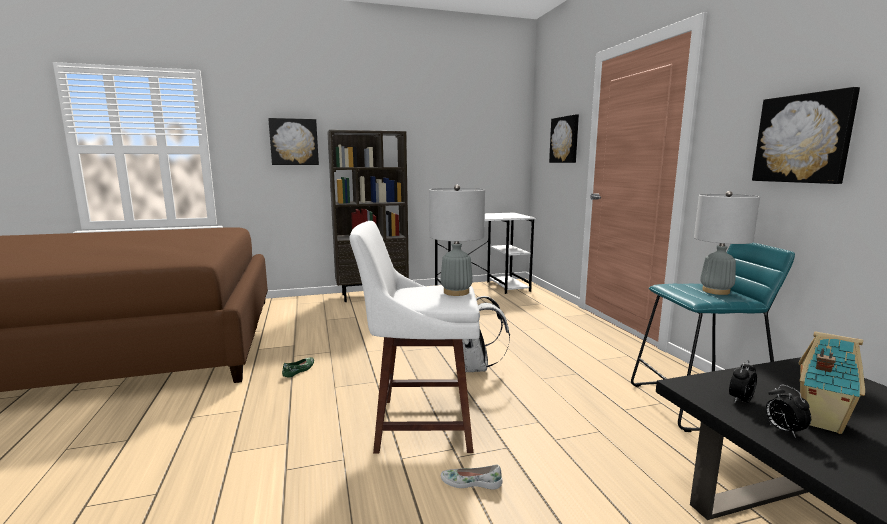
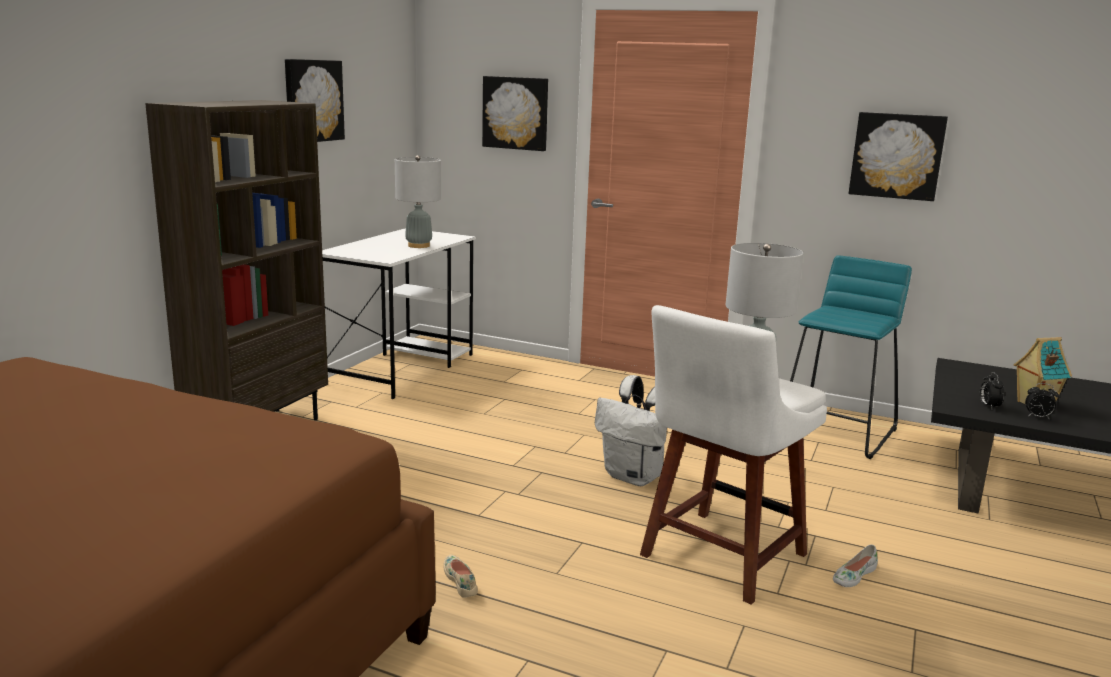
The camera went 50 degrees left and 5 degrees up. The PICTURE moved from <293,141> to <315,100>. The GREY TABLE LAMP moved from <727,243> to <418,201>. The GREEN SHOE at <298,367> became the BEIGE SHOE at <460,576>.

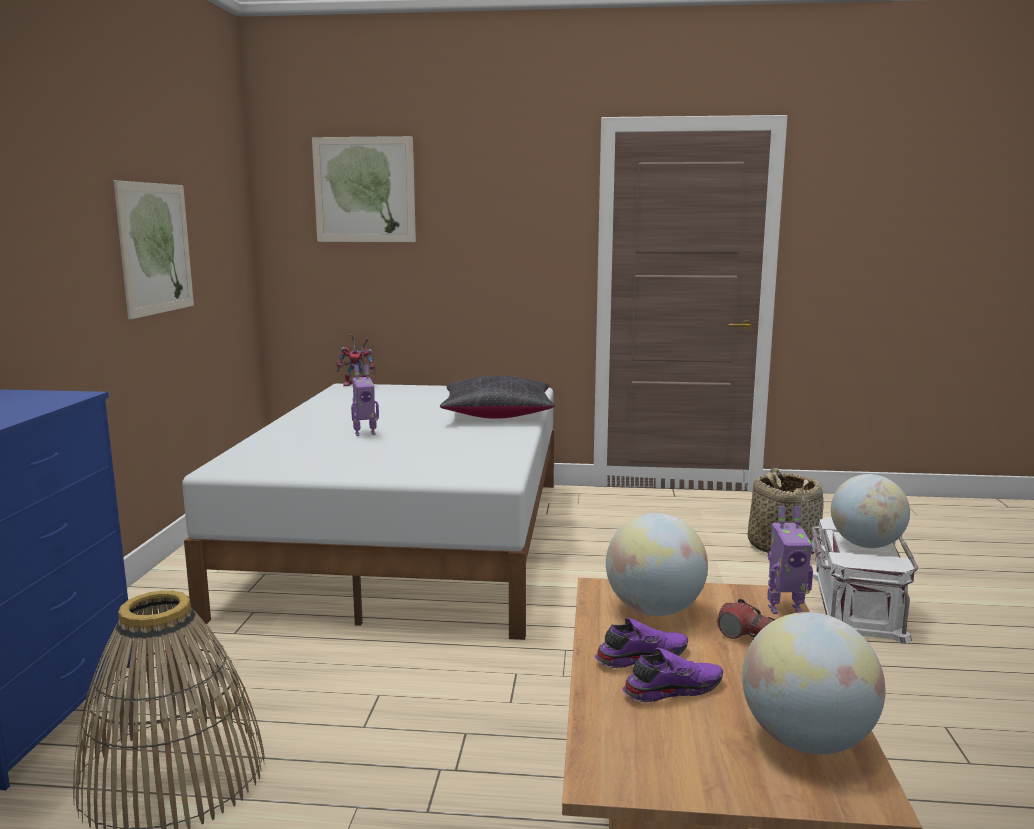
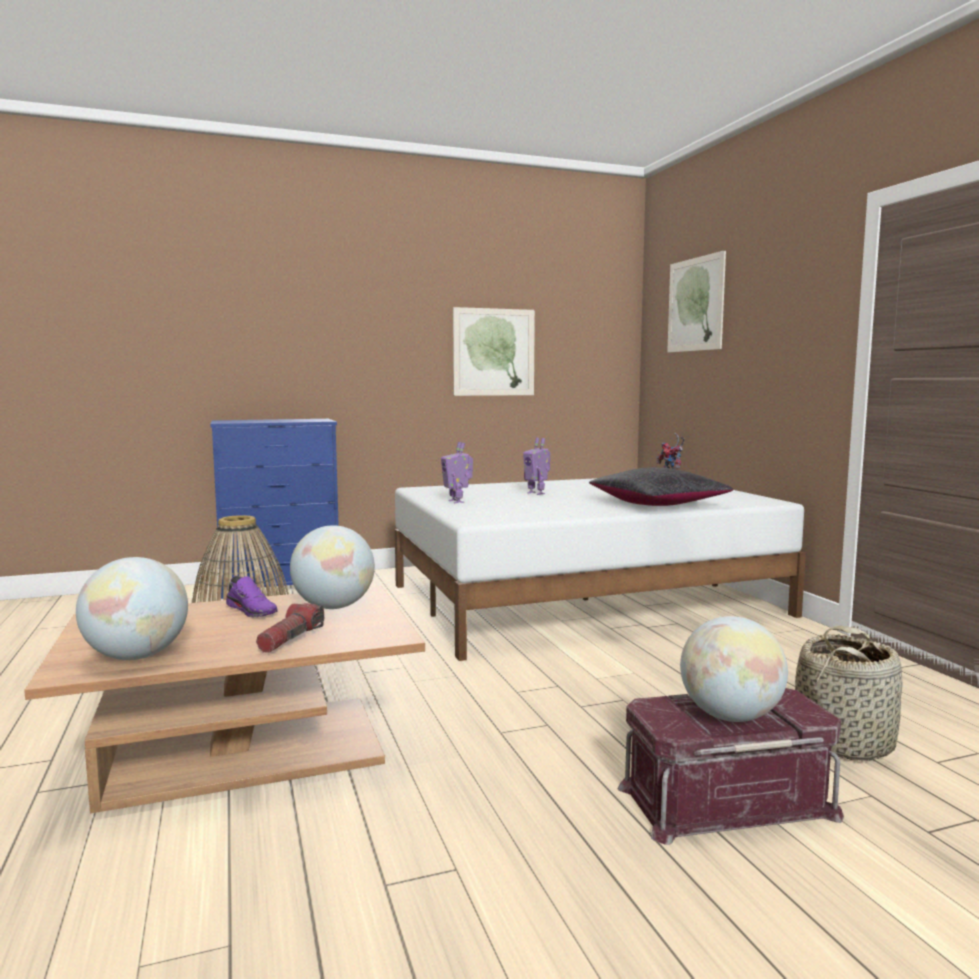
The camera went 65 degrees right and 5 degrees down. The PURPLE SHOE at <672,674> disappeared. The TOY ROBOT moved from <790,560> to <457,472>. The WHITE STORAGE BOX at <864,580> became the RED STORAGE BOX at <731,766>.

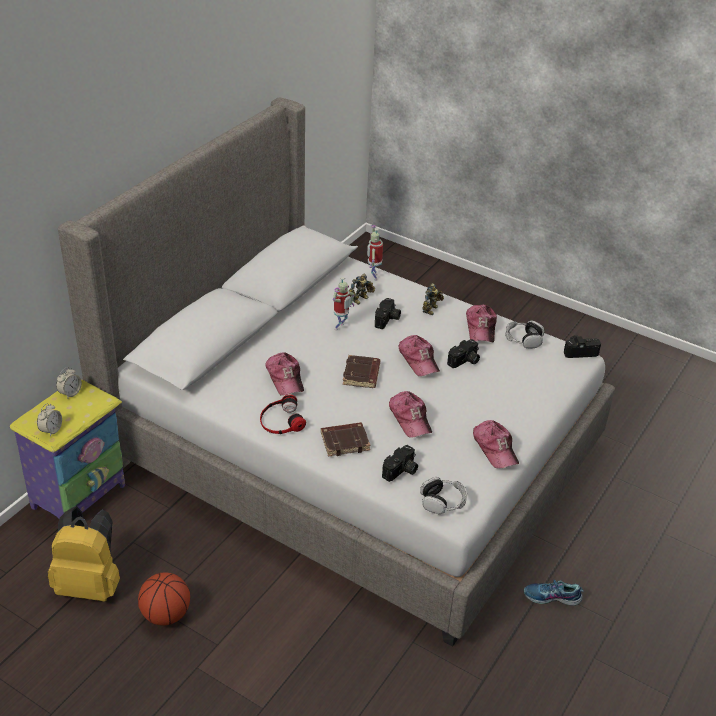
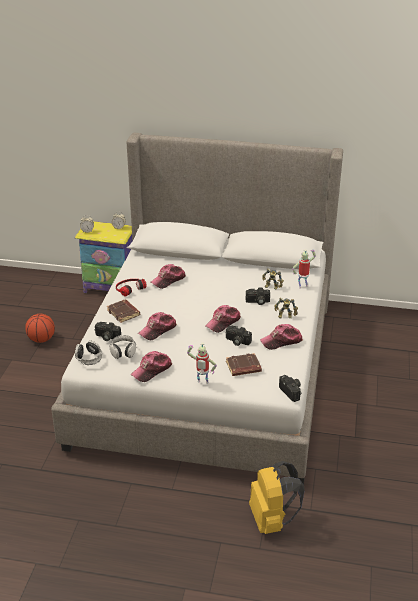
The camera went 70 degrees right and 5 degrees down. The SHOE at <554,592> disappeared. The YELLOW BACKPACK moved from <84,553> to <276,497>. The TOY ROBOT moved from <343,304> to <202,363>. The BROWN BOOK moved from <361,371> to <244,364>. The HEADPHONES moved from <525,335> to <122,347>.

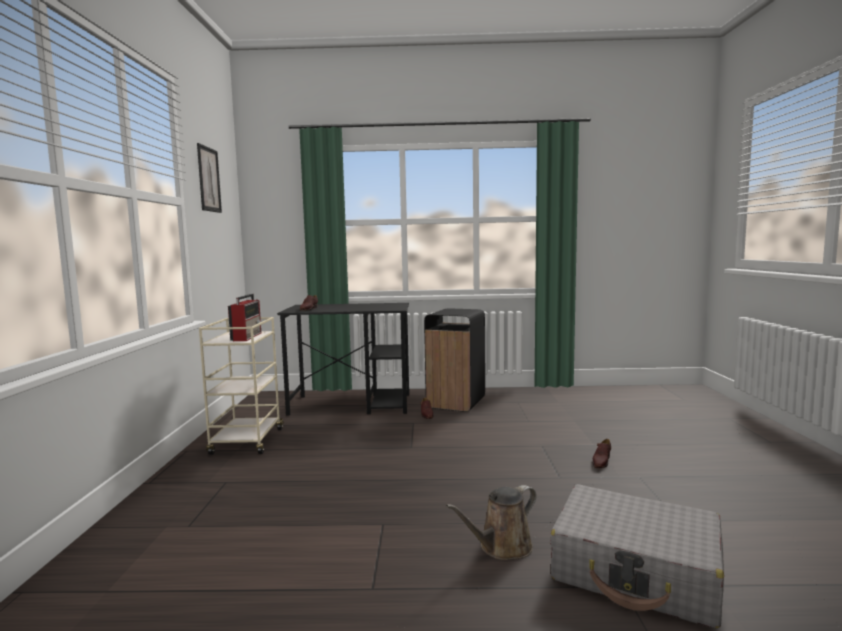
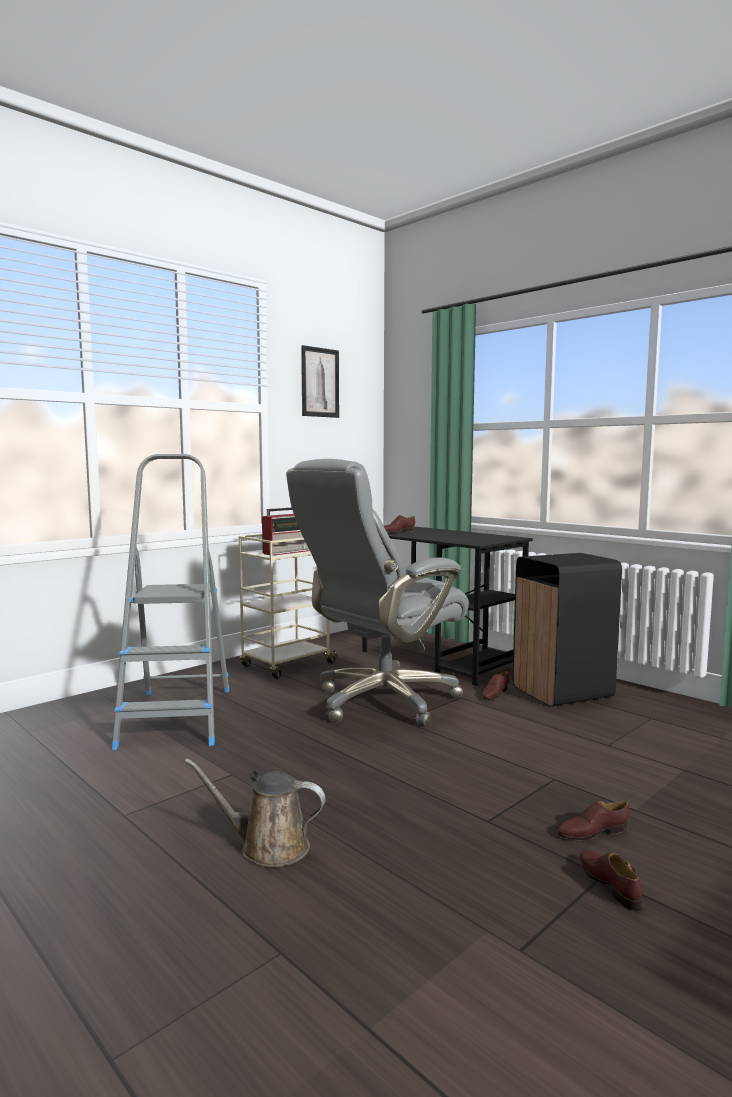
The camera went 45 degrees right and 0 degrees up. The GREY SUITCASE at <637,556> disappeared. The GREY STEP LADDER at <170,602> appeared. The GREY OFFICE CHAIR at <377,592> appeared. The BROWN SHOE at <611,880> appeared.

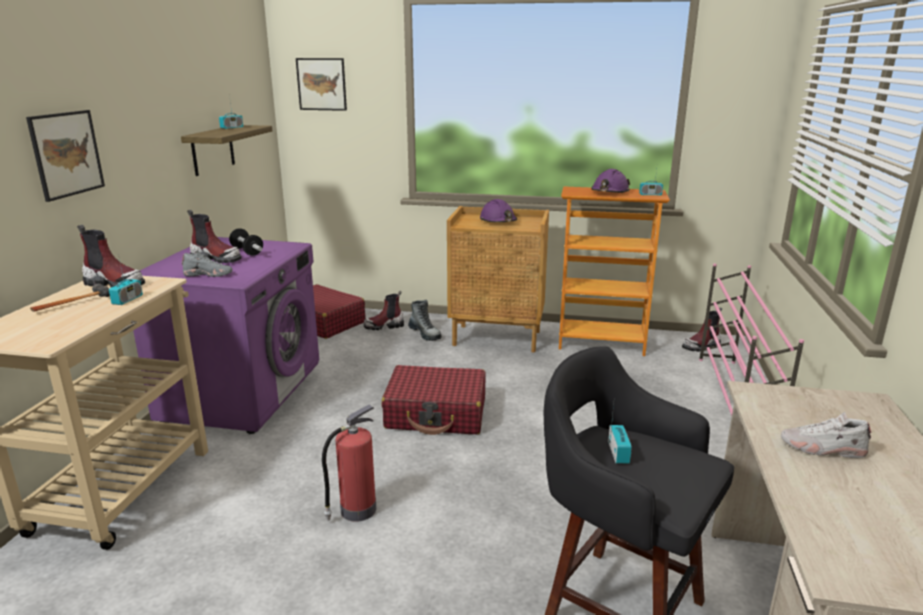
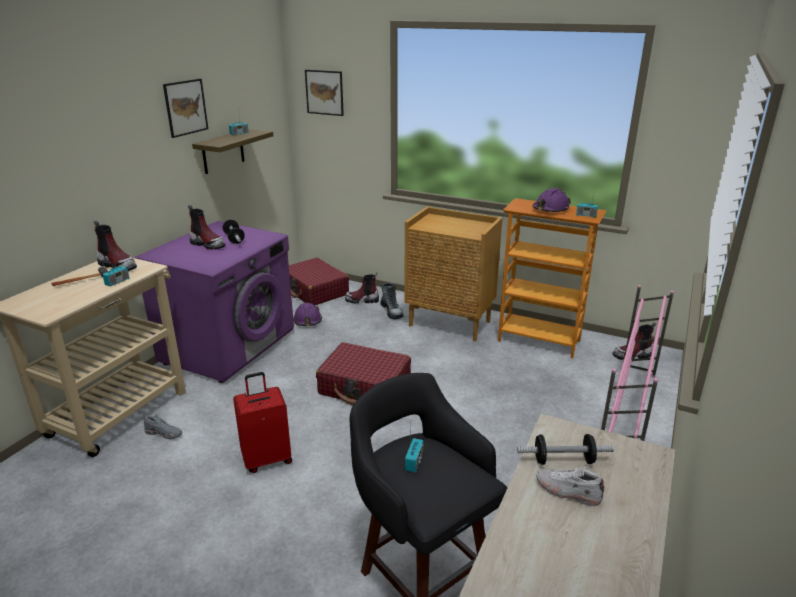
The camera went 15 degrees right and 5 degrees up. The DUMBBELL at <565,449> appeared. The PICTURE moved from <65,156> to <185,108>. The GREY SHOE moved from <207,263> to <163,426>. The PURPLE HARD HAT moved from <498,211> to <307,314>. The FIRE EXTINGUISHER at <349,463> was replaced by the RED SUITCASE at <262,422>.

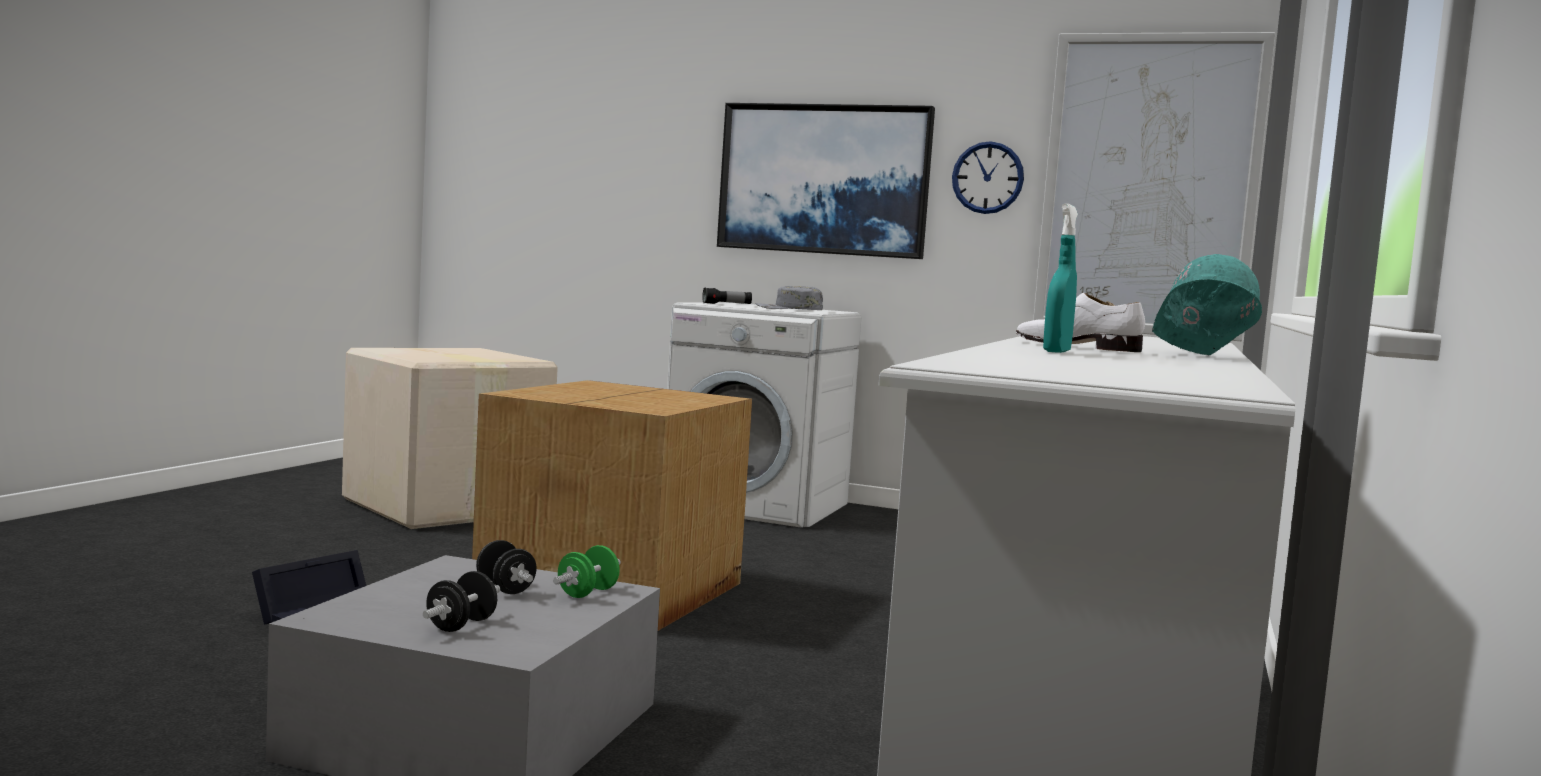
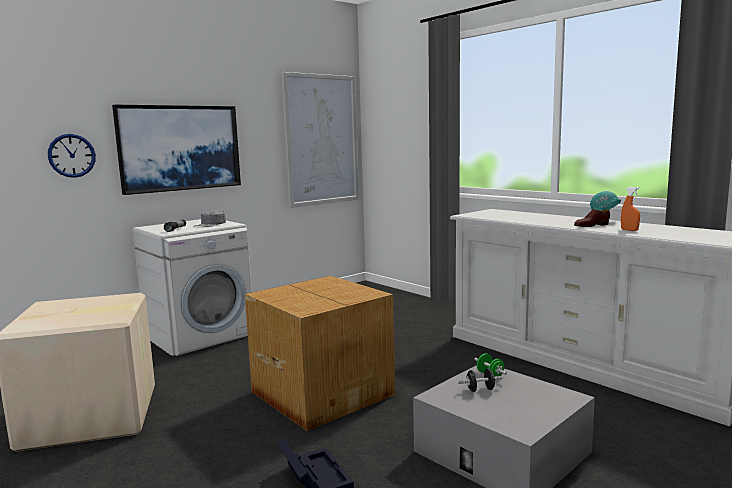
The camera went 60 degrees left and 5 degrees up. The BLACK DUMBBELL at <461,601> disappeared. The WALL CLOCK moved from <988,177> to <72,156>. The WHITE SHOE at <1080,322> became the BROWN SHOE at <592,218>. The TURQUOISE SPRAY BOTTLE at <1060,278> became the ORANGE SPRAY BOTTLE at <630,209>.

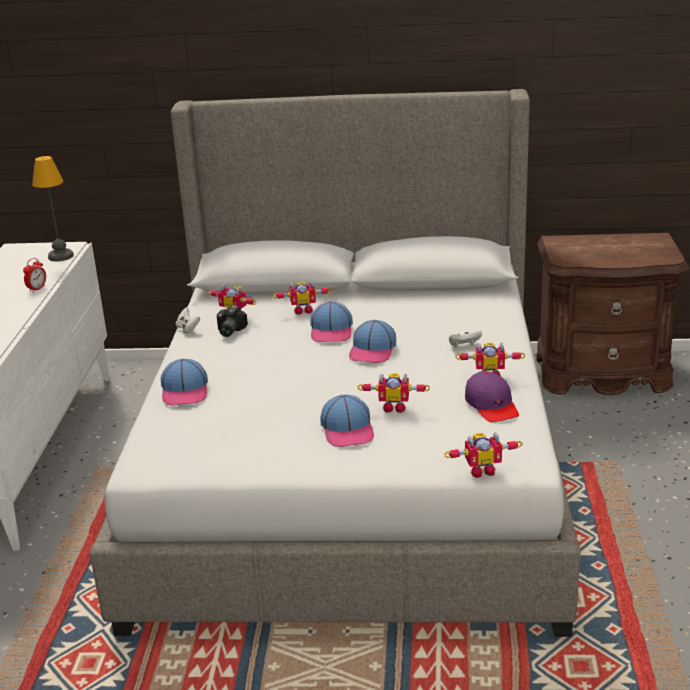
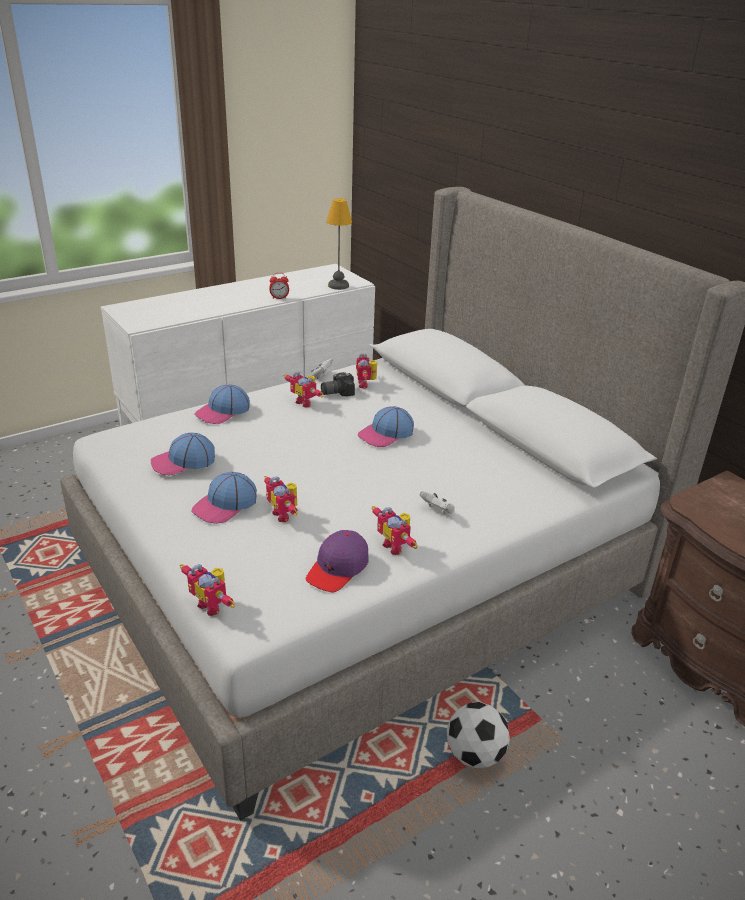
The camera went 50 degrees right and 5 degrees up. The FOOTBALL at <478,735> appeared. The TOY ROBOT moved from <302,297> to <304,389>. The CAP moved from <372,341> to <183,454>.

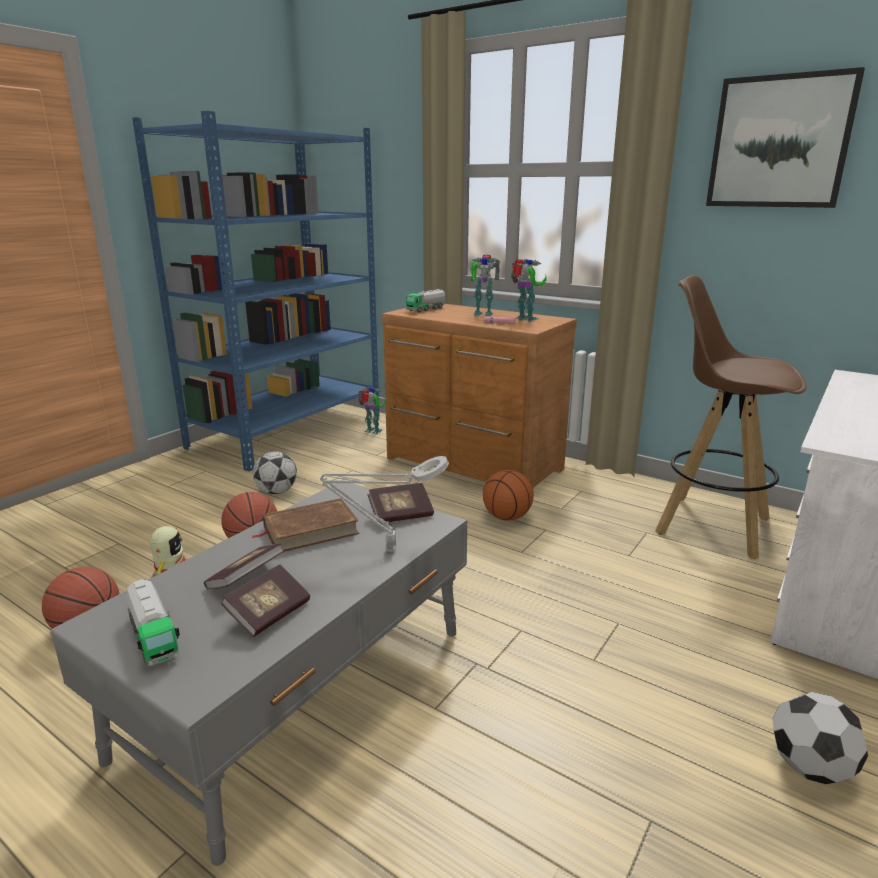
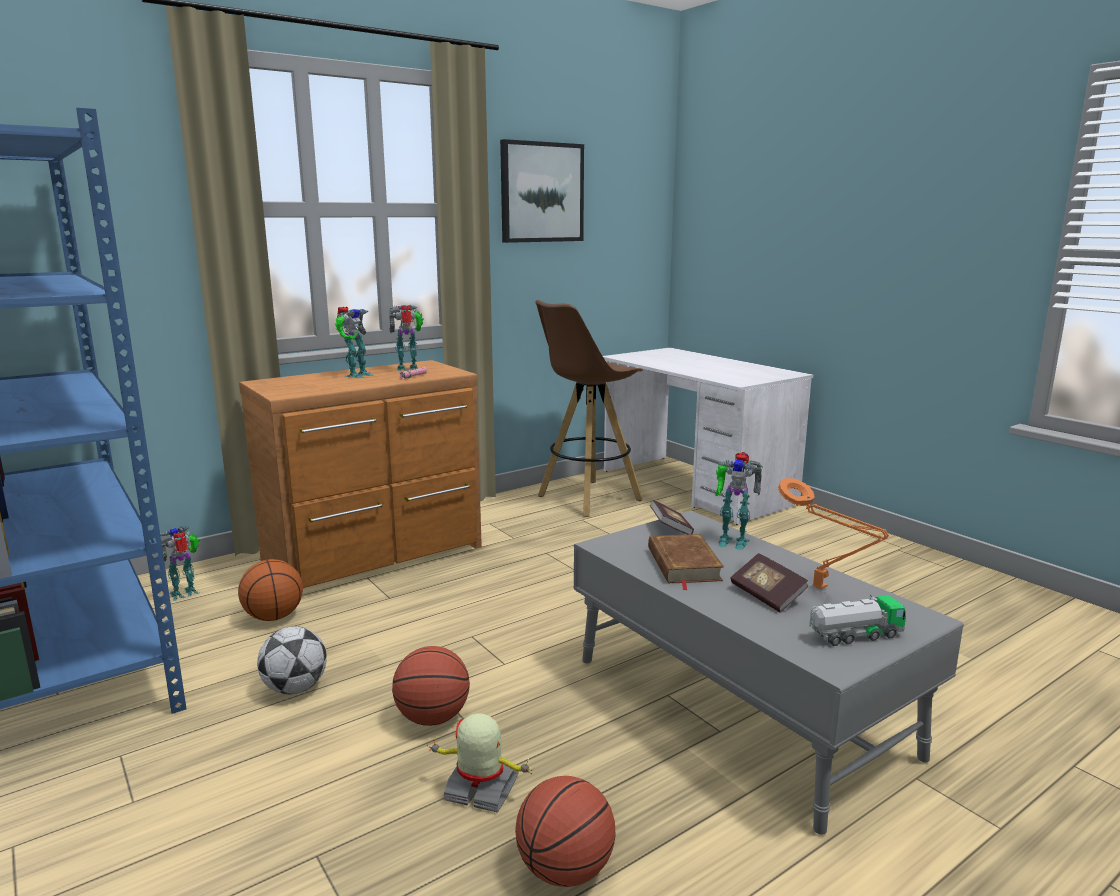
The camera went 70 degrees left and 5 degrees down. The TOY TRUCK at <425,301> disappeared. The FOOTBALL at <820,738> disappeared. The BASKETBALL moved from <508,495> to <270,590>. The BOOK at <265,600> was replaced by the ORANGE TABLE LAMP at <833,533>. The GREY TABLE LAMP at <384,504> was replaced by the TOY ROBOT at <739,501>.

